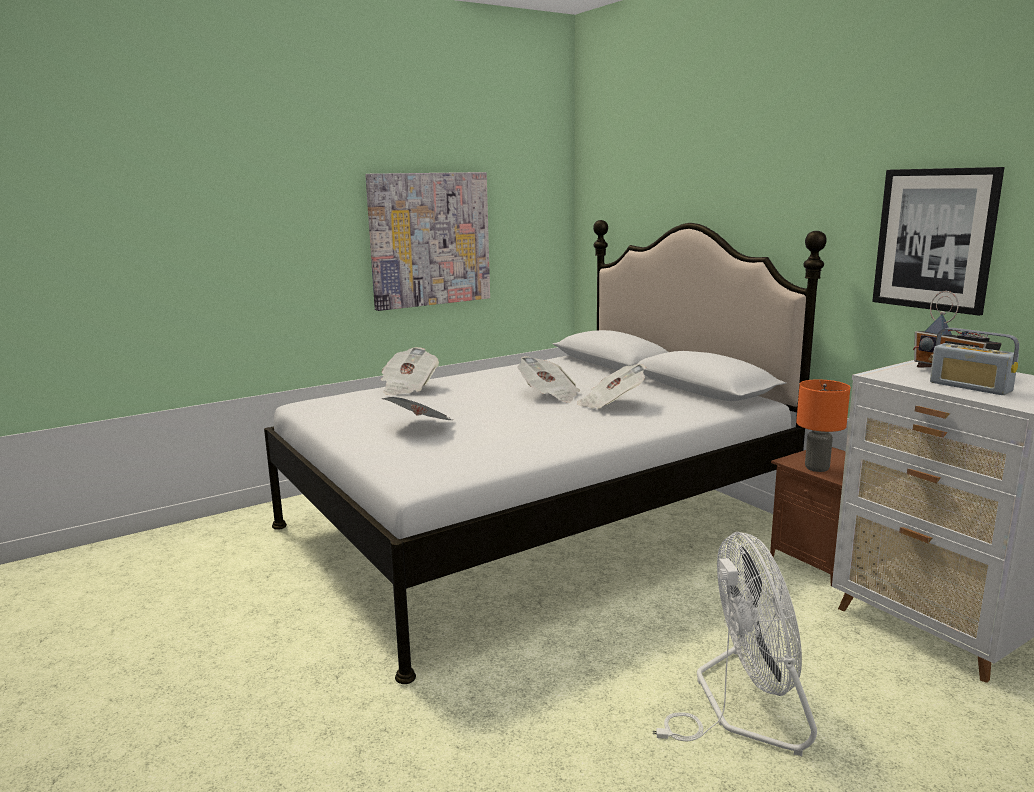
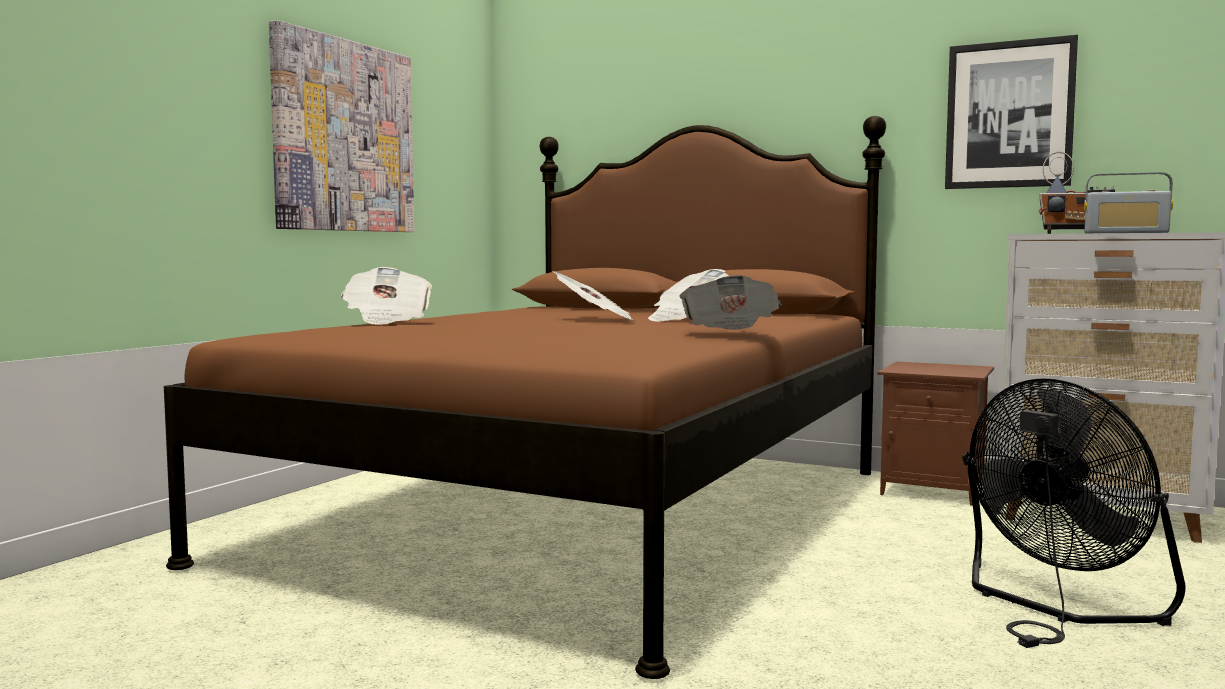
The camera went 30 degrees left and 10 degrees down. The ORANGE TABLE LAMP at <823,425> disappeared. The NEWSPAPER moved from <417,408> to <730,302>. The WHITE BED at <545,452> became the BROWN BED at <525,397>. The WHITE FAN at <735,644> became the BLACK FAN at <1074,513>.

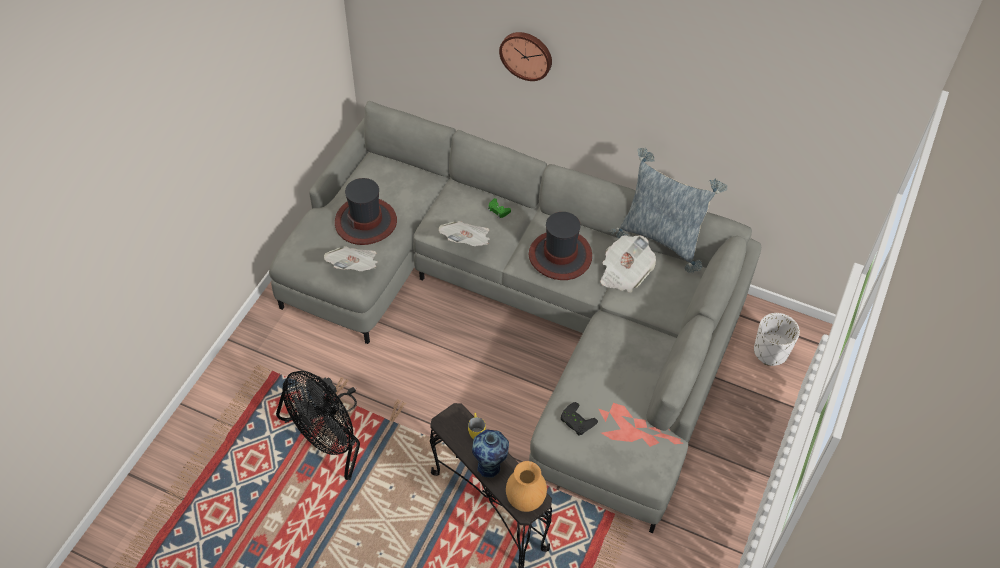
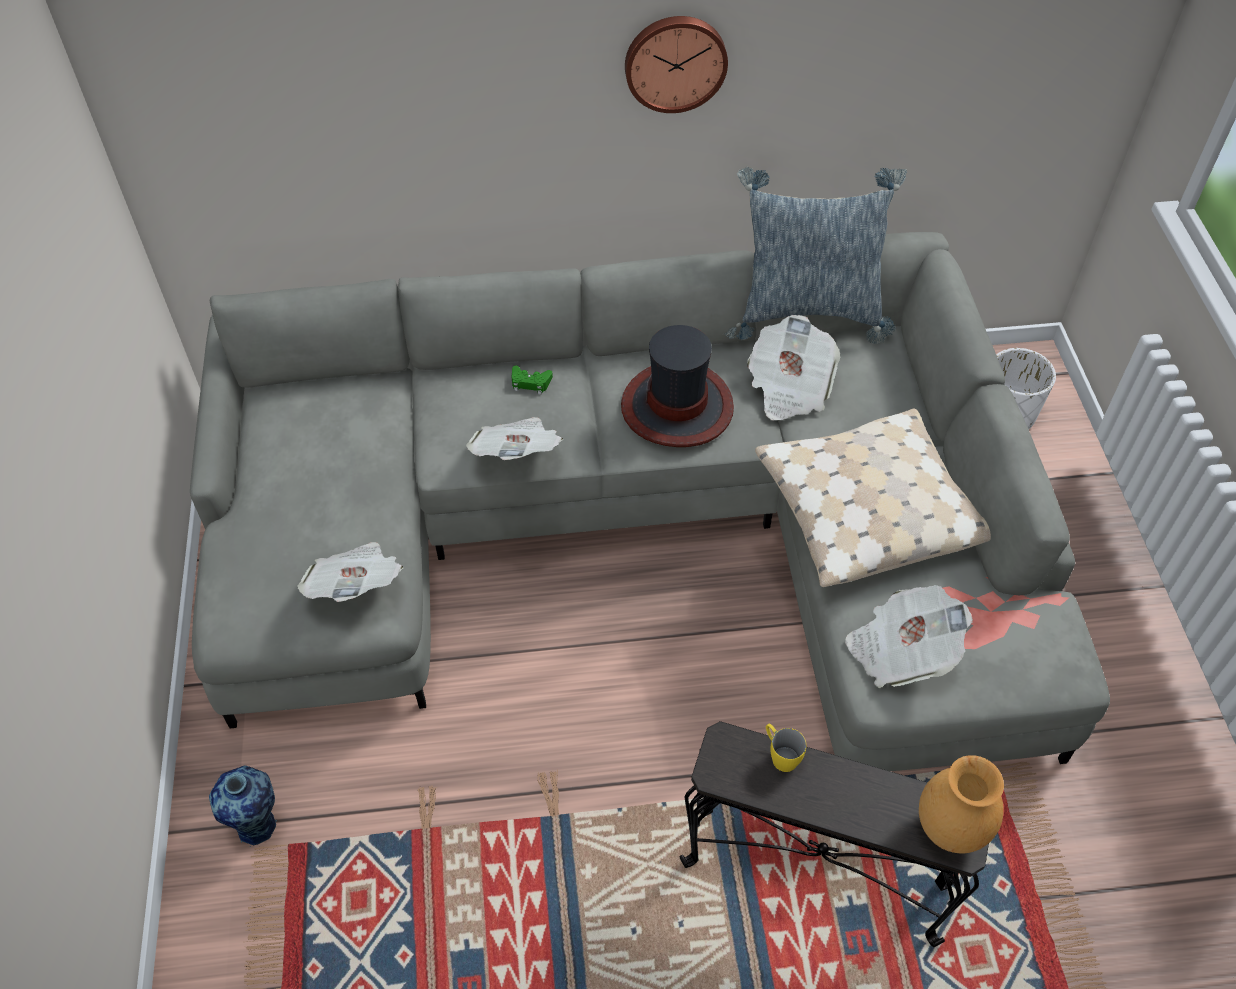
The camera went 30 degrees left and 0 degrees up. The BLACK FAN at <318,425> disappeared. The HAT at <366,211> disappeared. The BEIGE PILLOW at <873,498> appeared. The VASE moved from <490,453> to <243,806>. The WALL CLOCK moved from <525,56> to <676,64>. The BLACK GAME CONTROLLER at <579,419> was replaced by the NEWSPAPER at <909,636>.

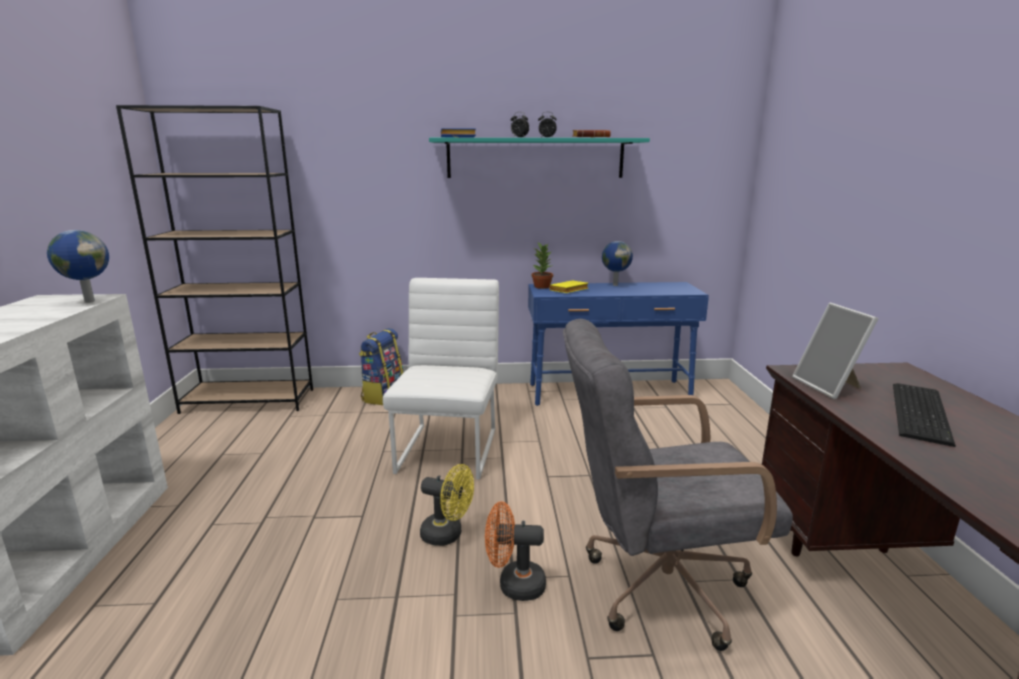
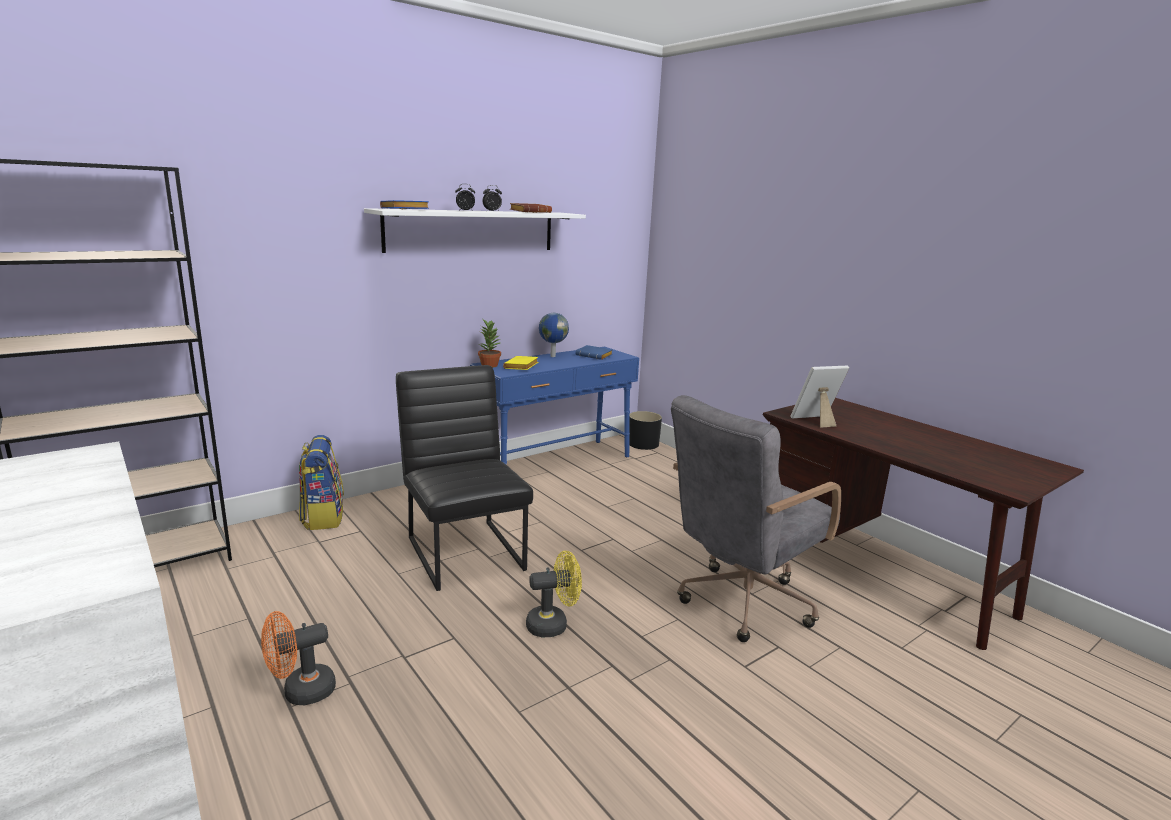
The camera went 35 degrees left and 0 degrees up. The GLOBE at <78,266> disappeared. The KEYBOARD at <924,415> disappeared. The BLUE BOOK at <594,352> appeared. The BLACK PLANTER at <645,430> appeared. The ORANGE FAN moved from <515,551> to <298,658>. The WHITE CHAIR at <441,378> became the BLACK CHAIR at <464,478>. The TURQUOISE SHELF at <539,158> became the WHITE SHELF at <475,230>. The PICTURE FRAME at <835,351> turned 120 degrees clockwise.

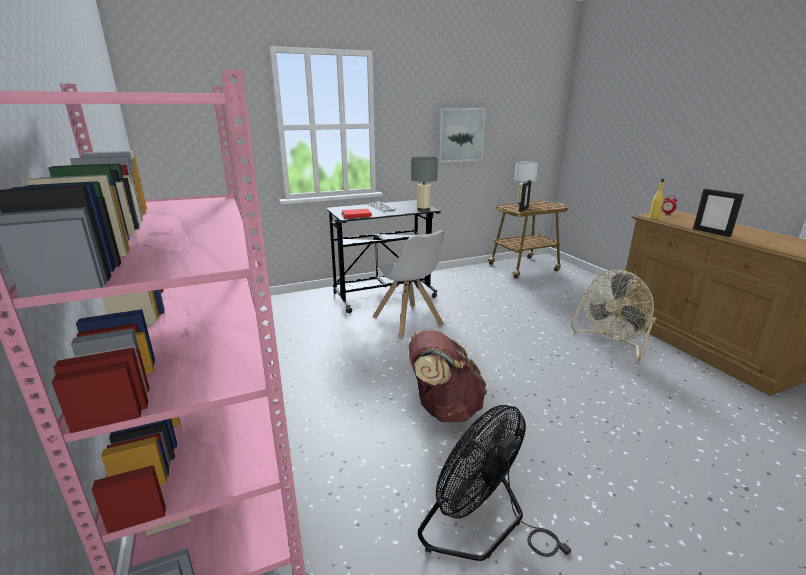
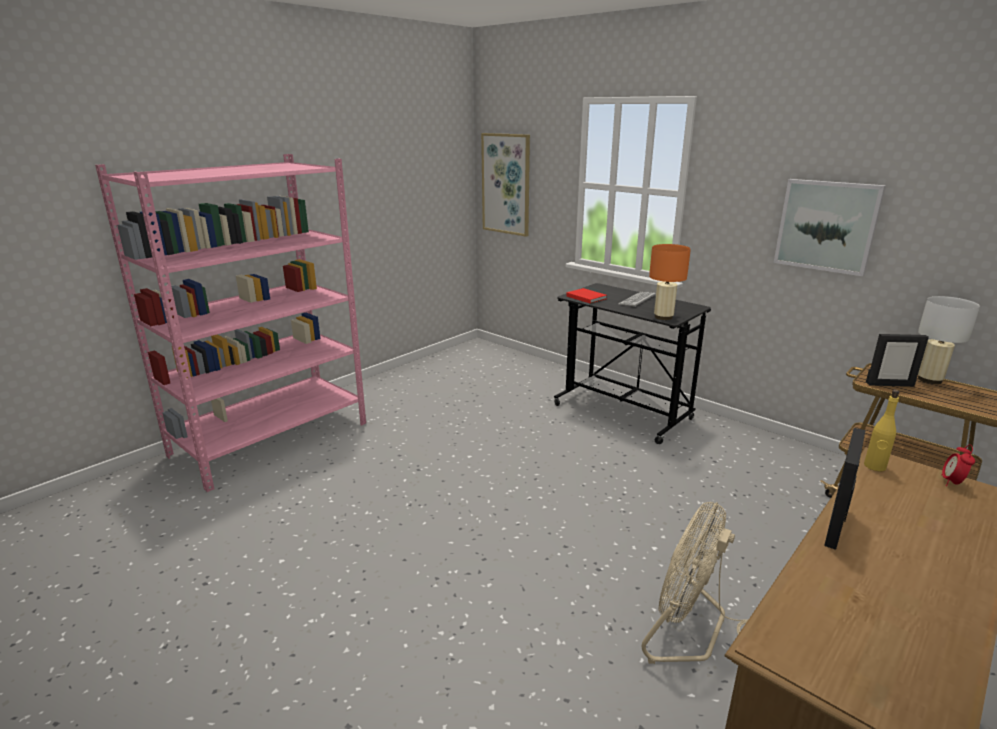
The camera went 65 degrees right and 0 degrees up. The CHAIR at <408,284> disappeared. The BROWN BACKPACK at <447,376> disappeared. The BLACK FAN at <494,483> disappeared. The PICTURE at <505,185> appeared. The GREY TABLE LAMP at <424,184> became the ORANGE TABLE LAMP at <670,282>.

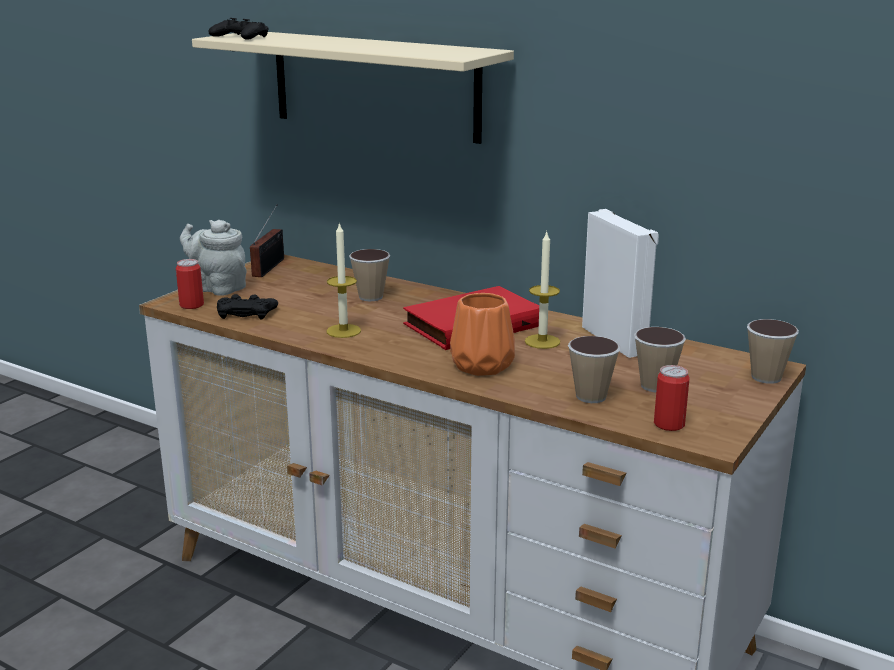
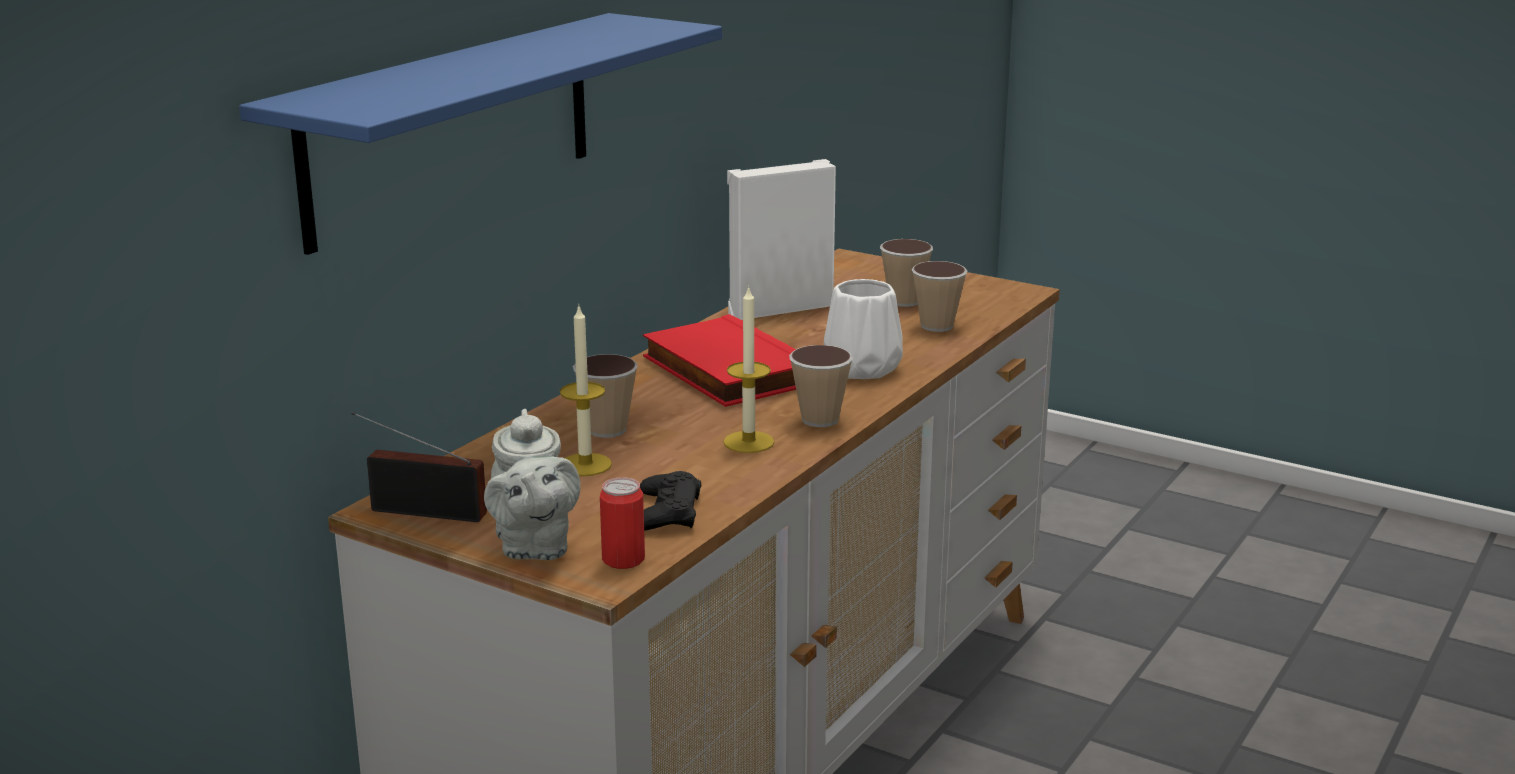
The camera went 90 degrees left and 0 degrees up. The BLACK GAME CONTROLLER at <238,29> disappeared. The CAN at <672,398> disappeared. The CANDLE moved from <542,290> to <586,391>. The CUP moved from <773,351> to <821,386>. The BEIGE SHELF at <353,88> became the BLUE SHELF at <480,134>. The ORANGE VASE at <482,334> became the WHITE VASE at <863,329>. The GREY TEAPOT at <213,258> turned 45 degrees counterclockwise.

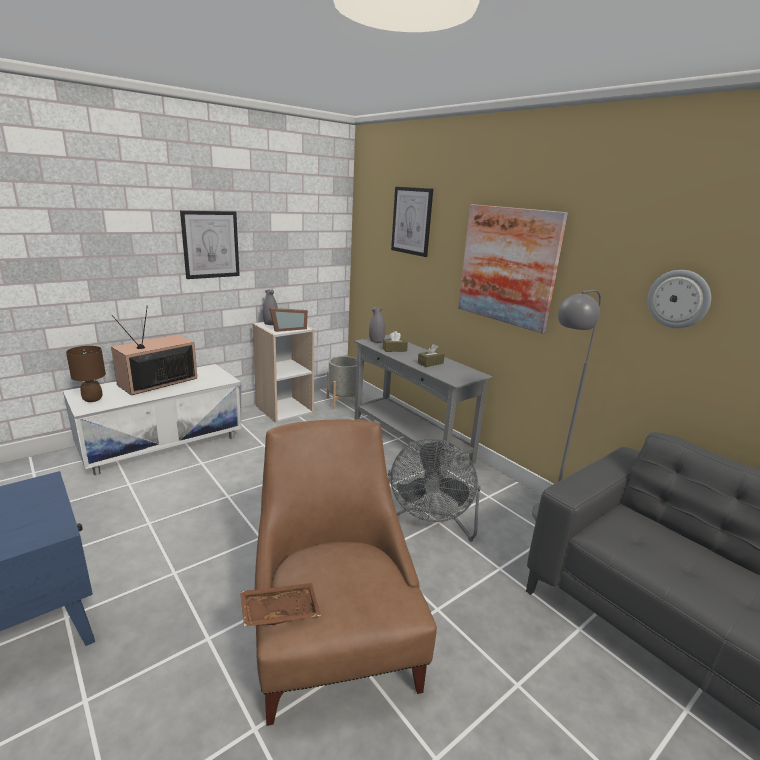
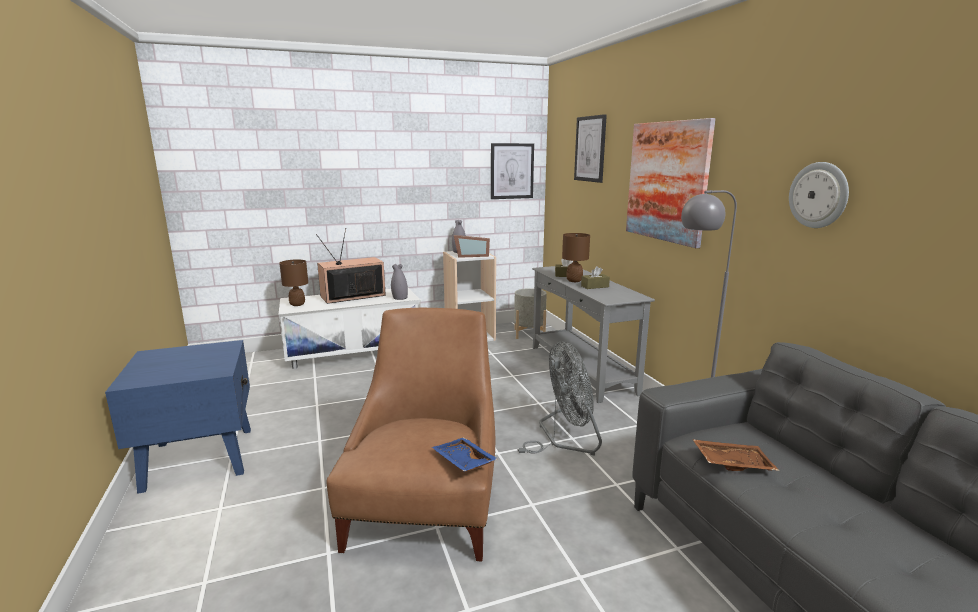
The camera went 20 degrees right and 5 degrees down. The BLUE TRAY at <465,454> appeared. The BROWN TABLE LAMP at <576,257> appeared. The PICTURE moved from <210,244> to <512,171>. The BROWN TRAY moved from <280,605> to <735,455>. The GREY VASE moved from <377,325> to <399,282>. The GREY FAN at <434,490> turned 135 degrees counterclockwise.

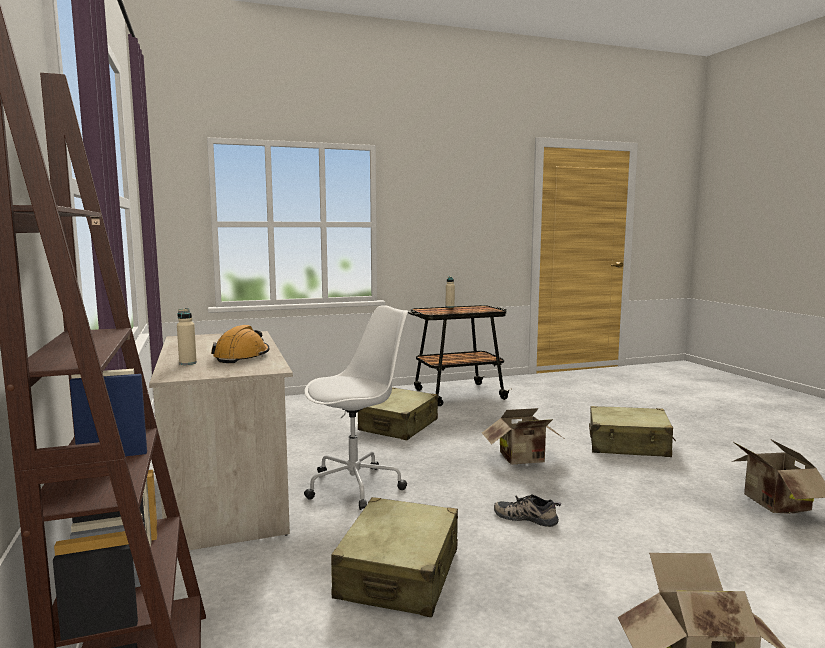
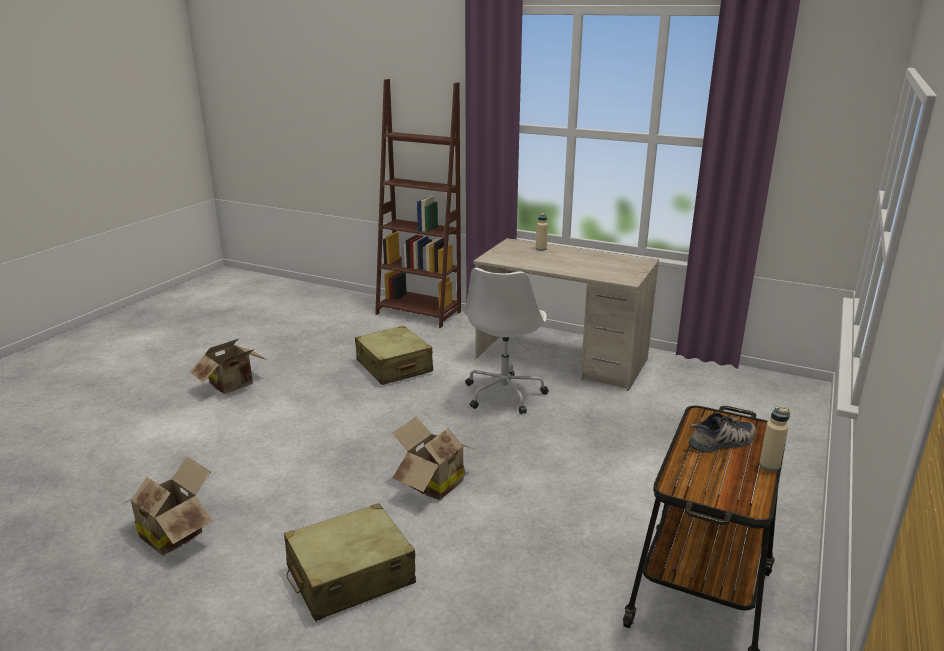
The camera went 135 degrees right and 15 degrees up. The ORANGE HARD HAT at <240,344> disappeared. The BEIGE SUITCASE at <398,413> disappeared. The SHOE moved from <527,510> to <722,432>.

